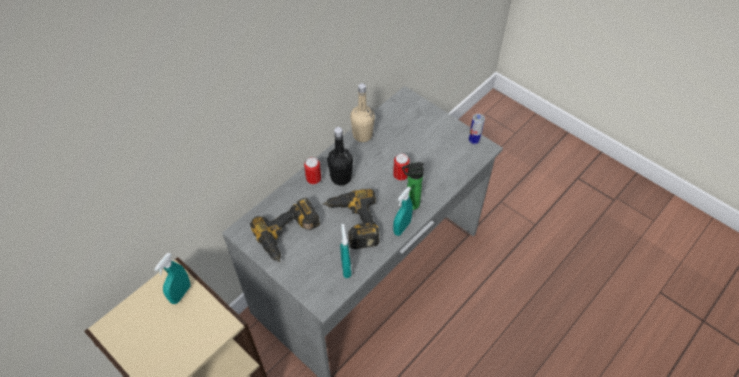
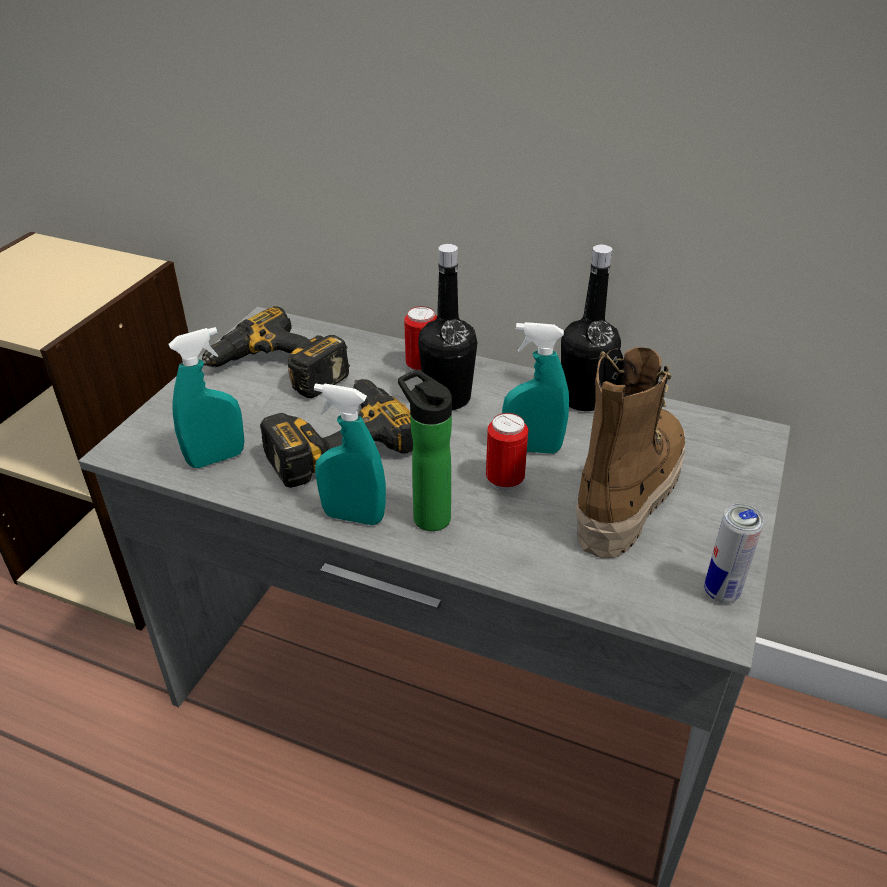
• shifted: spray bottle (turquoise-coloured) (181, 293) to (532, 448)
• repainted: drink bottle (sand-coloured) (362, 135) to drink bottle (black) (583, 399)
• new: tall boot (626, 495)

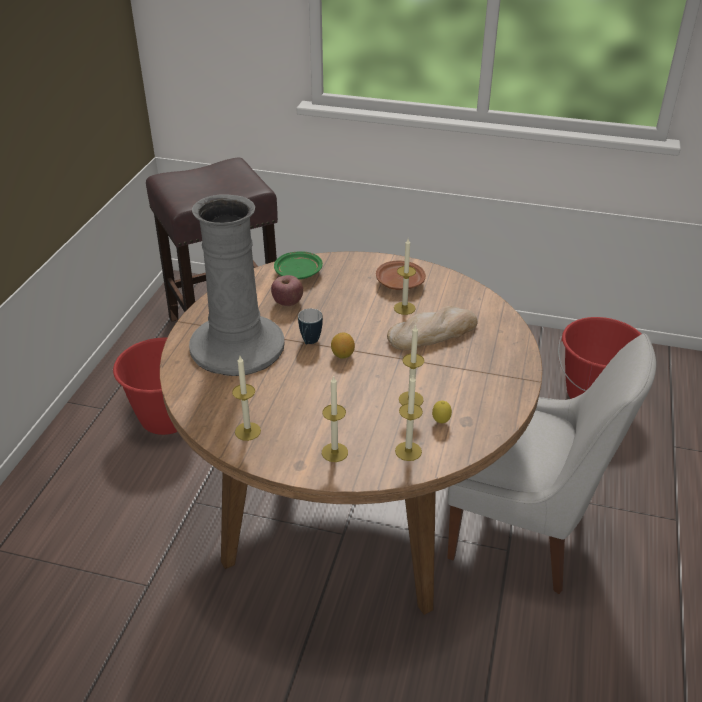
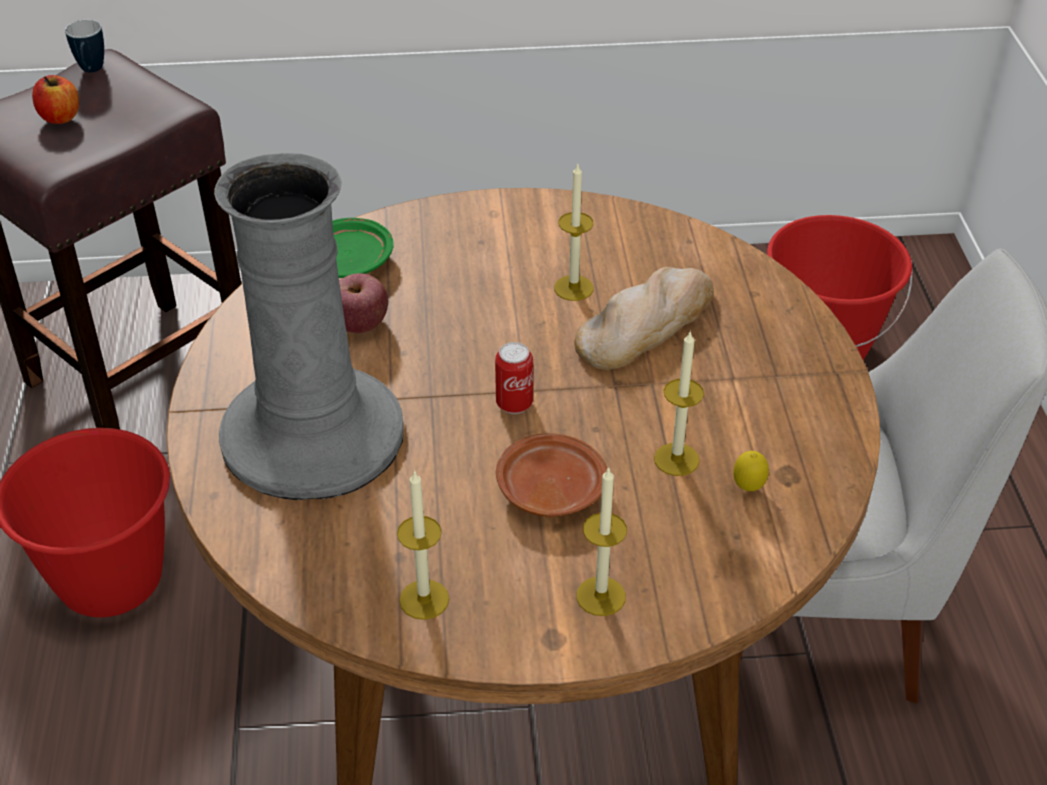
• shifted: coffee mug (309, 343) to (91, 71)
• swapped: lemon (342, 355) to can (514, 404)
• shifted: plate (brown) (399, 283) to (549, 489)
• gone: wax light (408, 451)
• new: apple (60, 117)

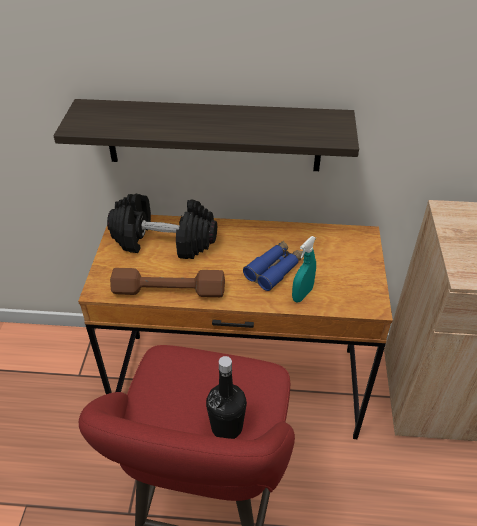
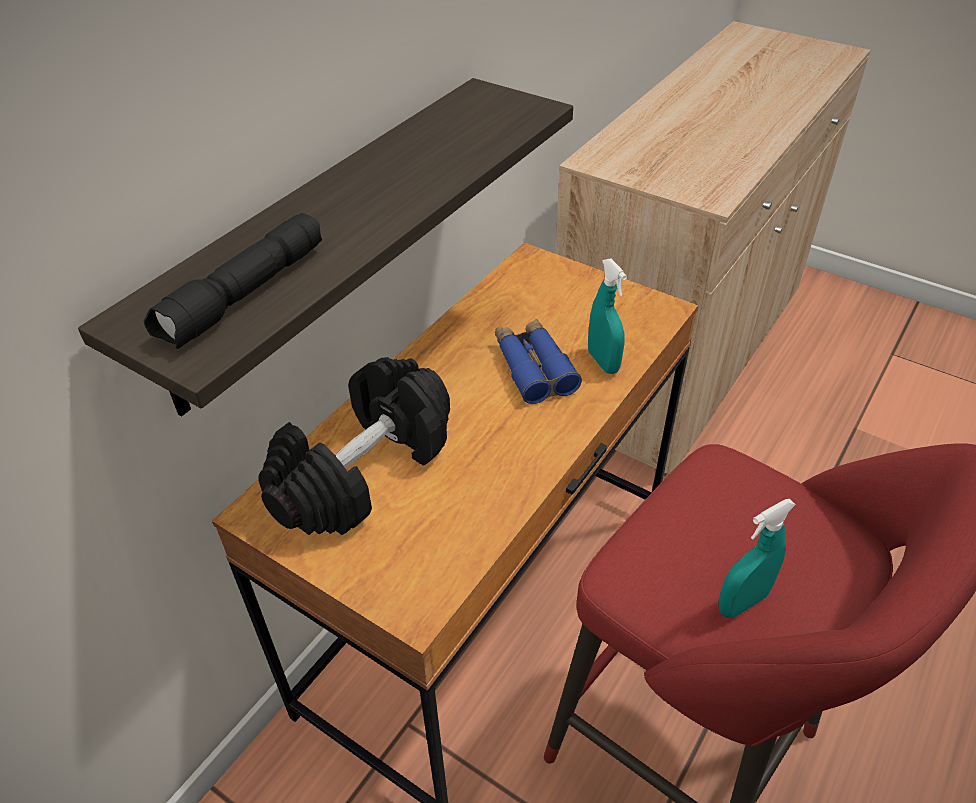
• gone: dumbbell (brown) (169, 291)
• gone: drink bottle (black) (227, 427)
• new: hand torch (black) (245, 296)
• new: spray bottle (turquoise-coloured) (742, 602)

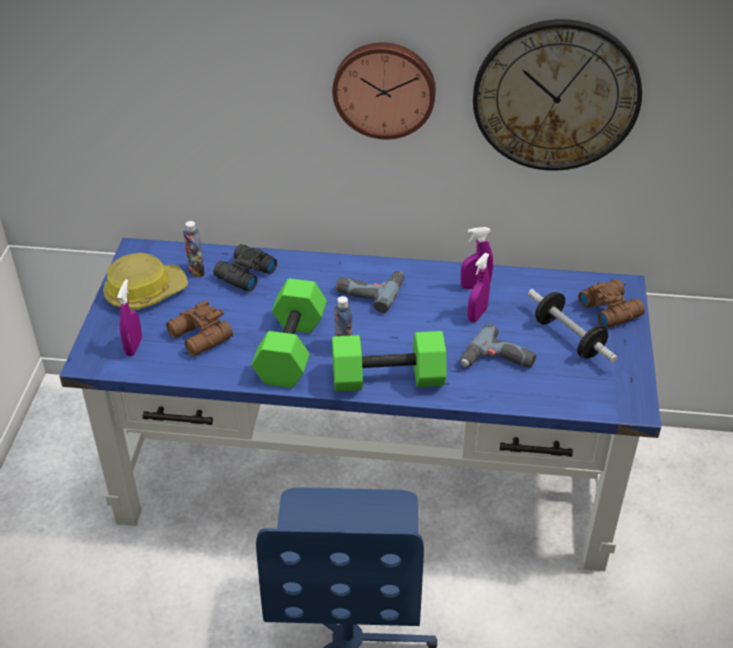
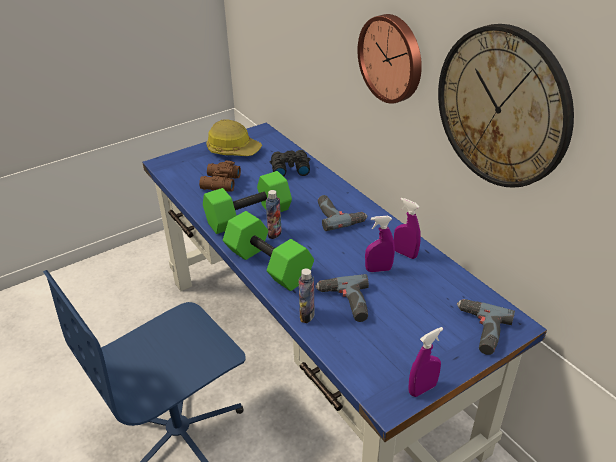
• shifted: spray bottle (purple) (134, 347) to (422, 389)
• shifted: drink bottle (196, 271) to (307, 315)
• gone: dumbbell (568, 338)
• swapped: pair of binoculars (brown) (610, 309) to electric drill (479, 330)

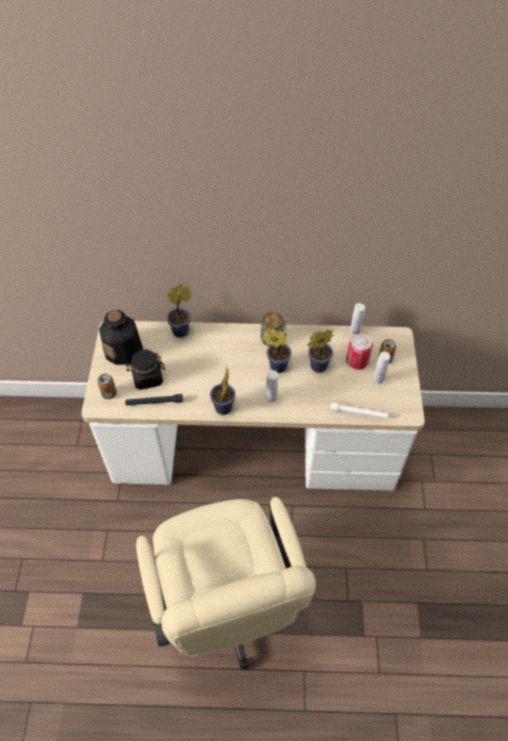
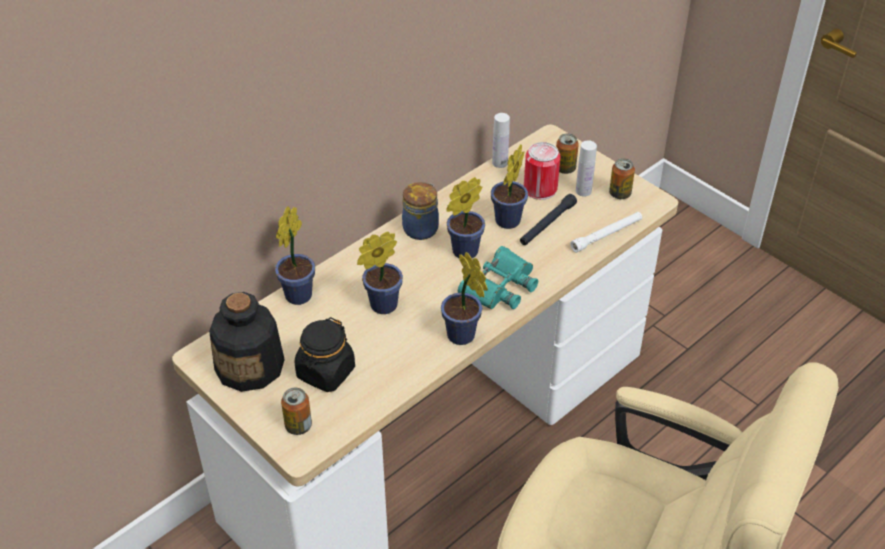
• shifted: hand torch (black) (154, 402) to (547, 224)
• swapped: drink bottle (white) (271, 397) to pair of binoculars (turquoise-coloured) (499, 286)
• new: potted plant (380, 306)
• new: can (619, 194)

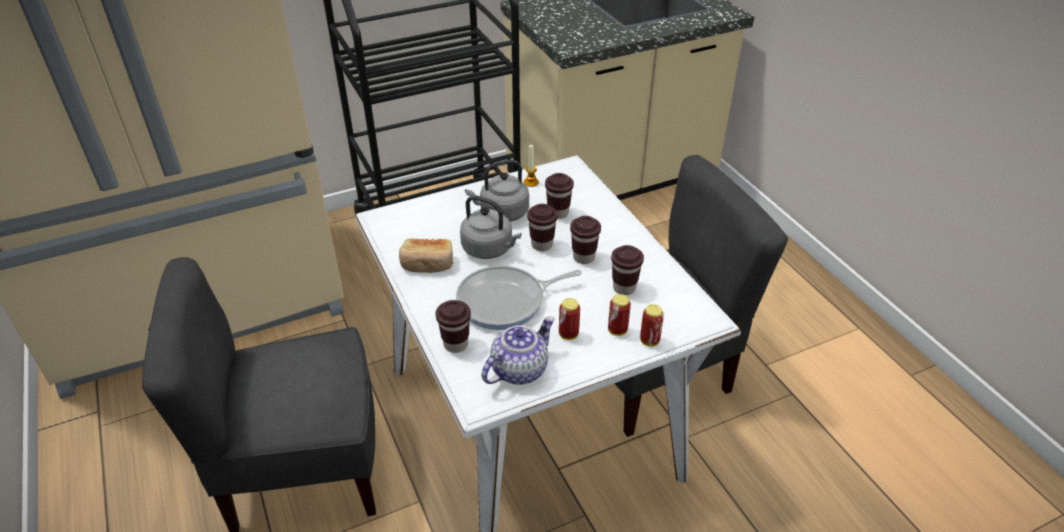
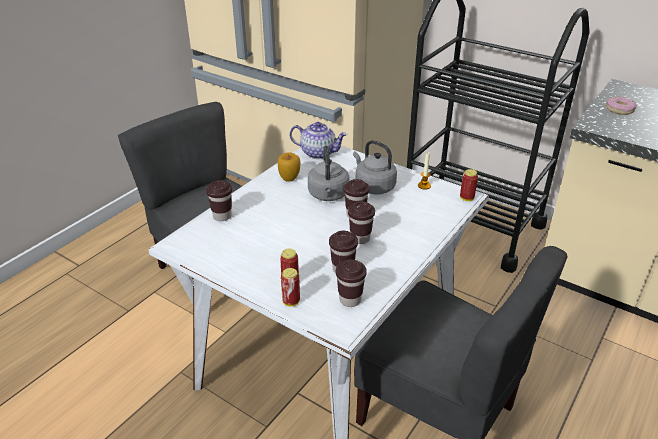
• swapped: bread (427, 264) to apple (289, 178)
• gone: pan (506, 302)
• shifted: pot for tea (519, 369) to (318, 153)
• shifted: drinking cup (brown) (558, 213) to (350, 300)
• shifted: can (568, 334) to (466, 198)
• new: donut (619, 110)

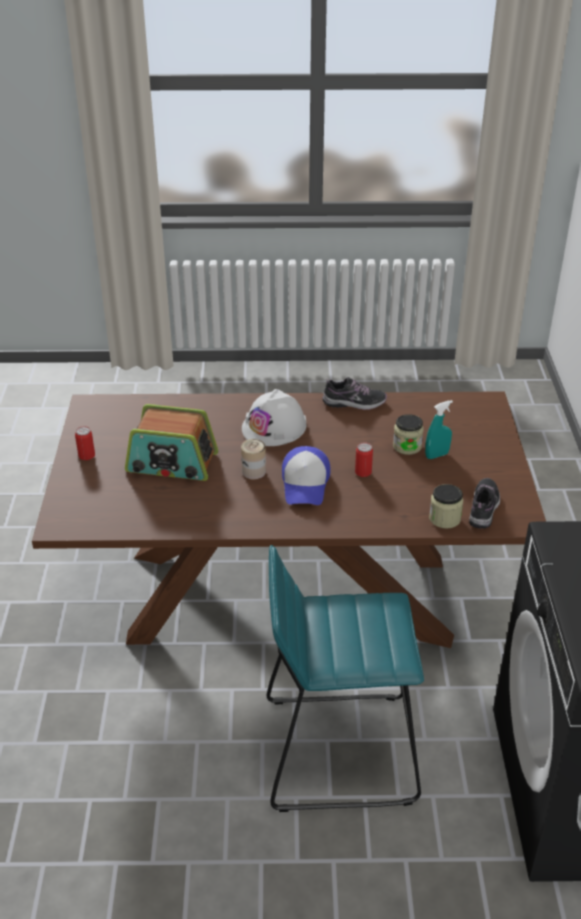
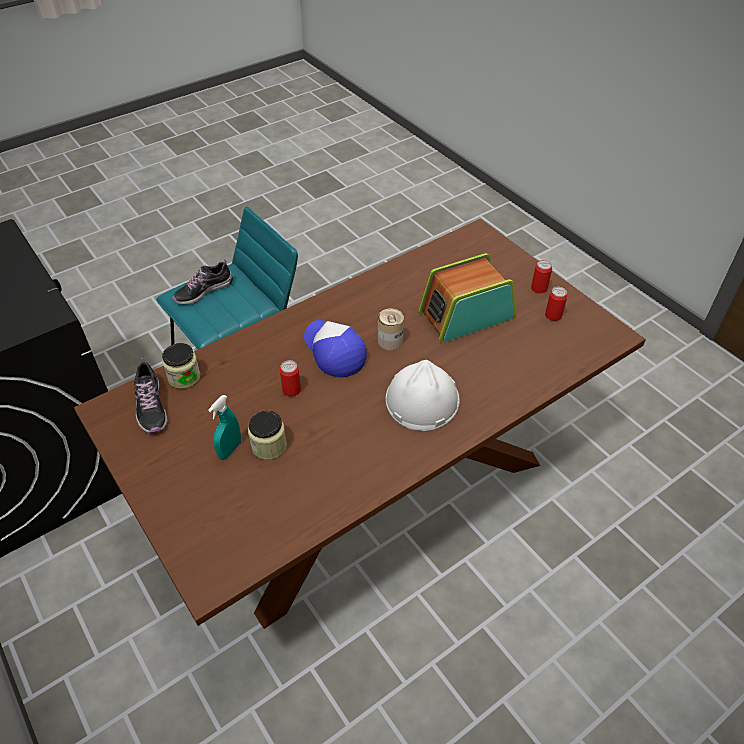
• shifted: shoe (354, 403) to (203, 291)
• new: can (553, 315)

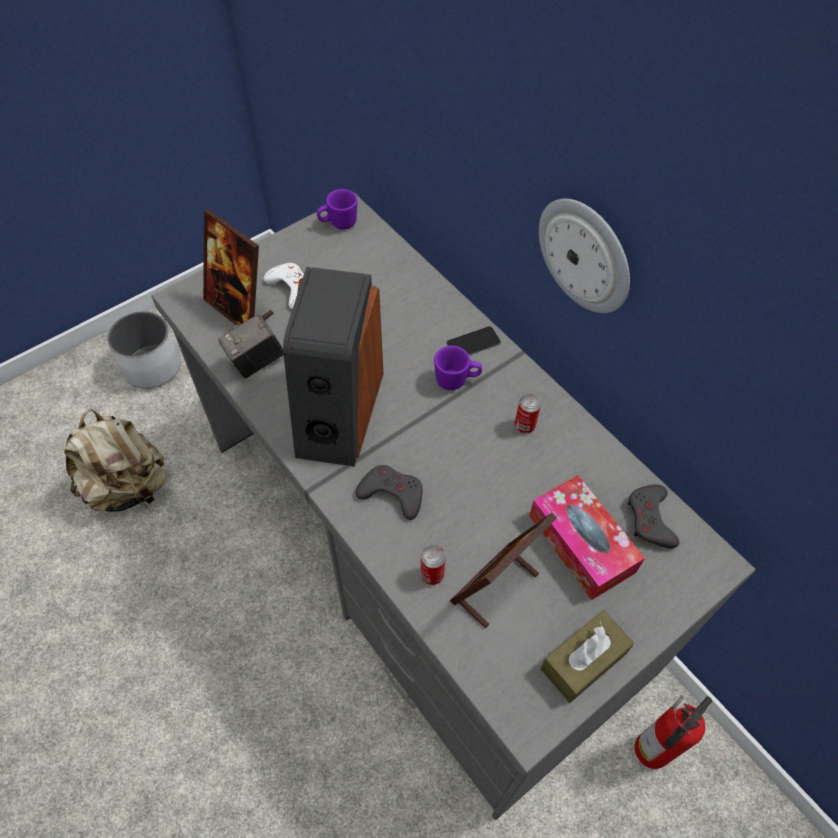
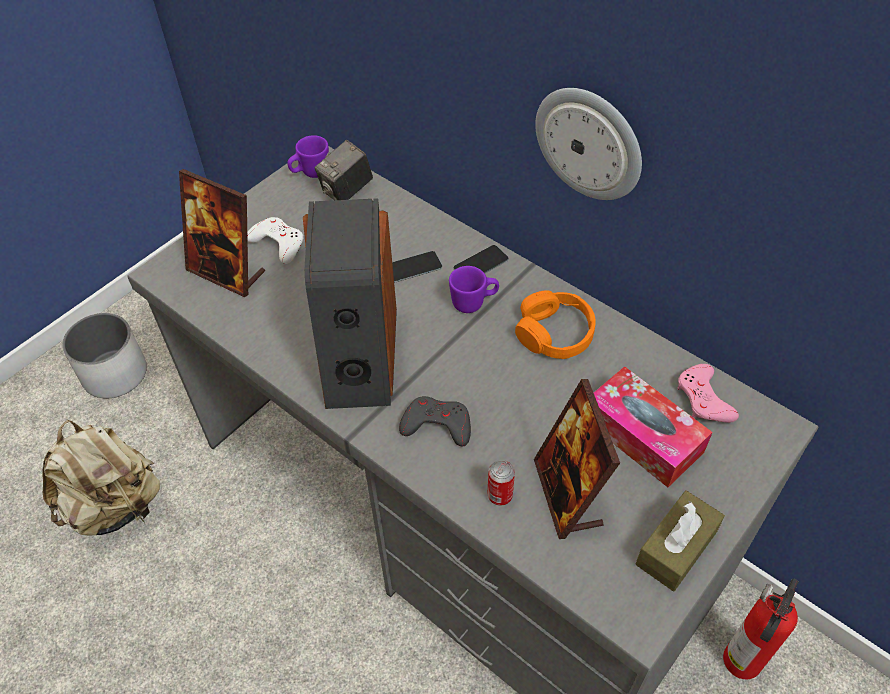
• shifted: still camera (256, 362) to (347, 191)
• rotated: picture frame (495, 586) = (567, 494) 45 degrees counterclockwise
• swapped: can (525, 425) to headset (orange-coloured) (554, 333)
• repainted: gamepad (gray) (650, 519) to gamepad (pink) (704, 399)
• new: telephone (413, 267)

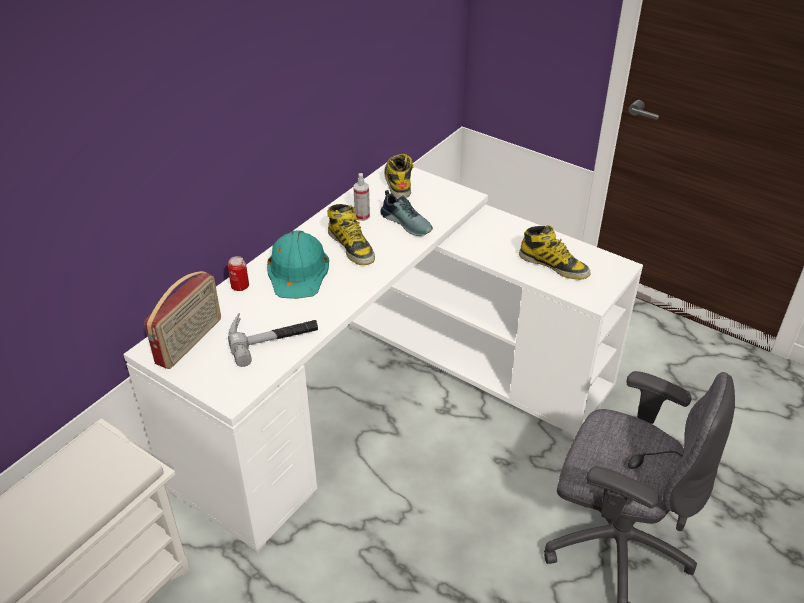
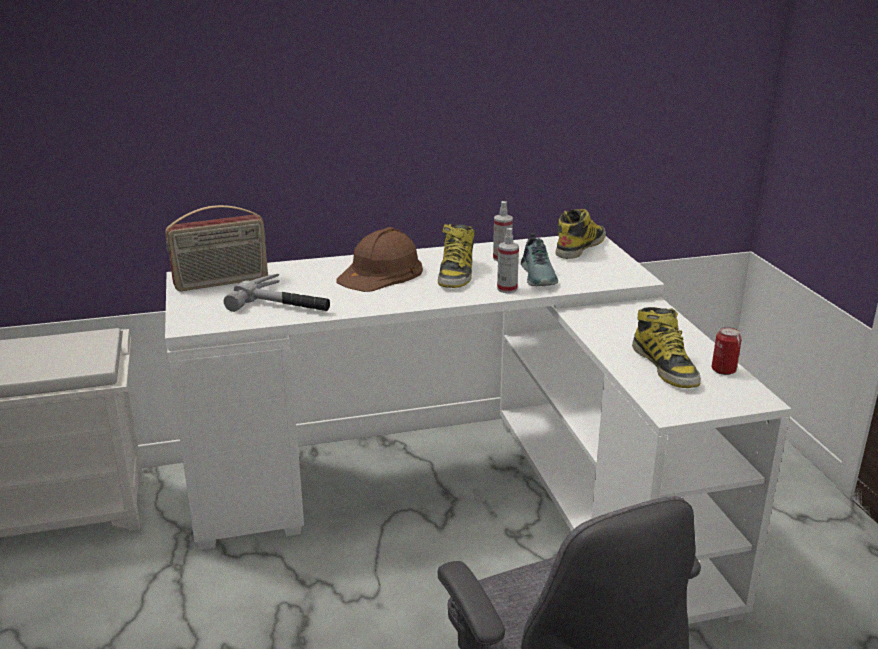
• shifted: can (240, 286) to (723, 370)
• repainted: work helmet (turquoise-coloured) (298, 270) to work helmet (brown) (381, 272)
• new: spray bottle (507, 289)

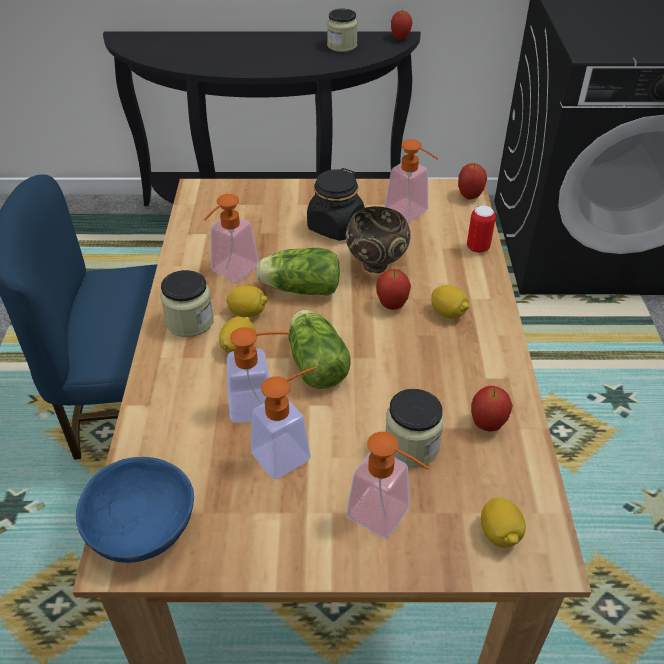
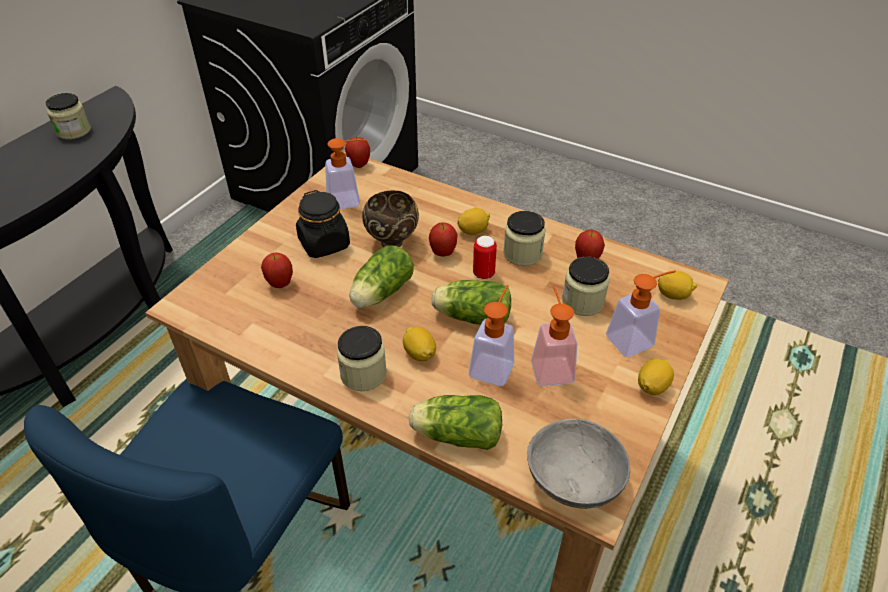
• repainted: bowl (bluish) (140, 527) to bowl (gray) (574, 480)
• gone: liquid soap bottle (230, 273)
• shifted: lemon (248, 312) to (652, 386)
• shifted: apple (400, 38) to (280, 284)
• shifted: can (478, 248) to (483, 274)
• new: head of lettuce (454, 434)
• new: storage jar (522, 254)

